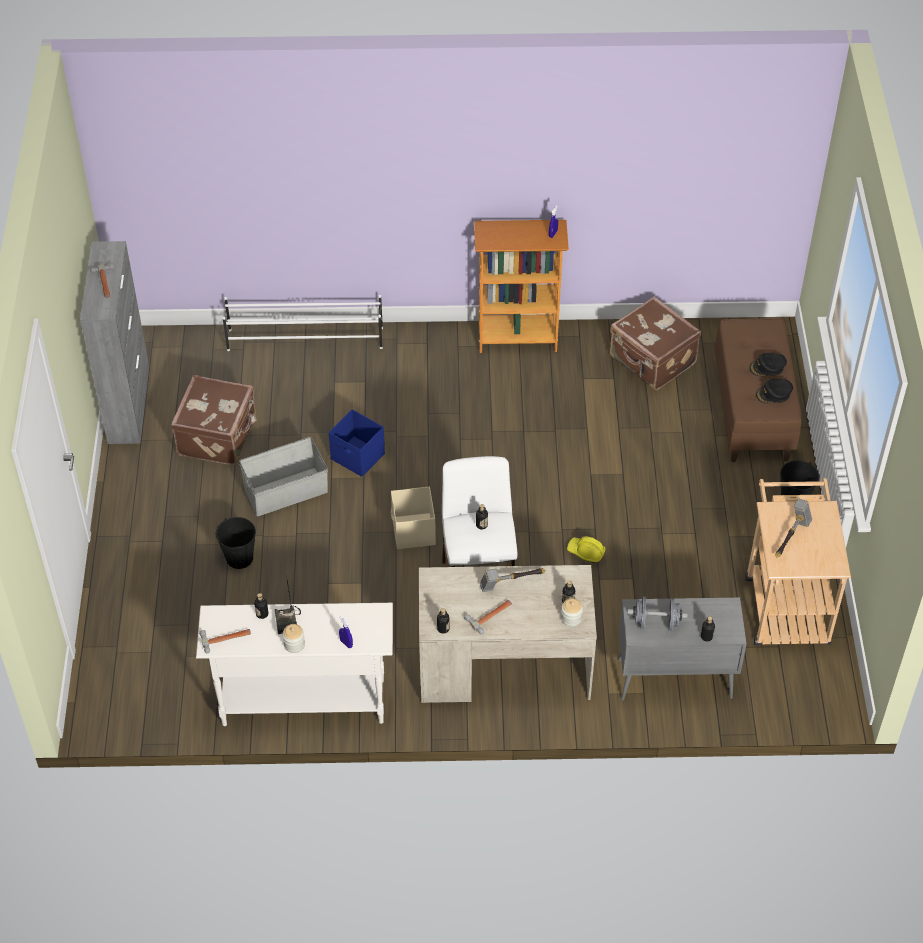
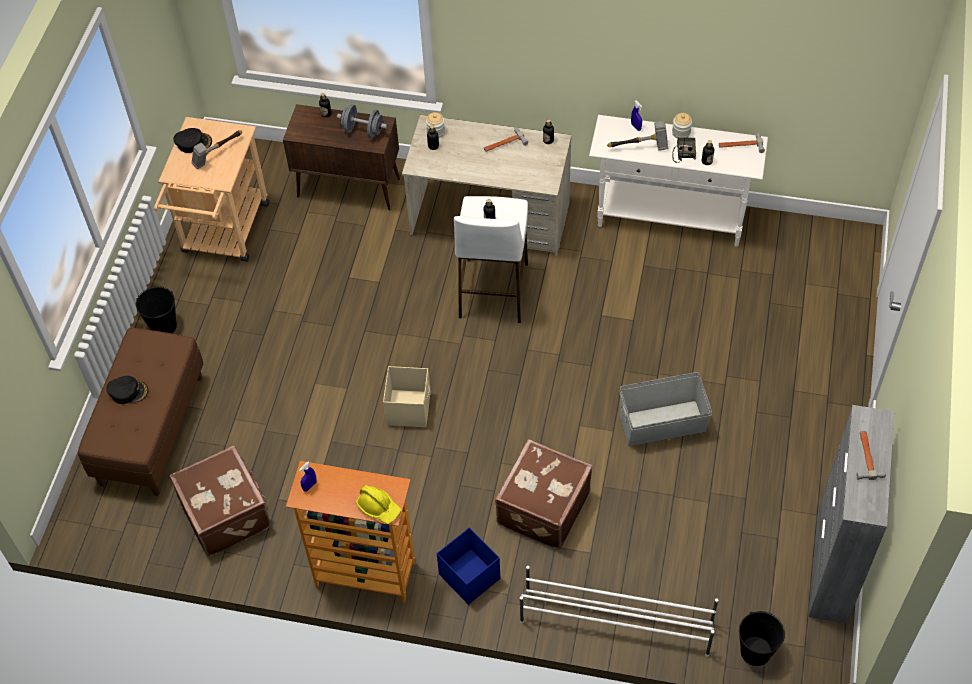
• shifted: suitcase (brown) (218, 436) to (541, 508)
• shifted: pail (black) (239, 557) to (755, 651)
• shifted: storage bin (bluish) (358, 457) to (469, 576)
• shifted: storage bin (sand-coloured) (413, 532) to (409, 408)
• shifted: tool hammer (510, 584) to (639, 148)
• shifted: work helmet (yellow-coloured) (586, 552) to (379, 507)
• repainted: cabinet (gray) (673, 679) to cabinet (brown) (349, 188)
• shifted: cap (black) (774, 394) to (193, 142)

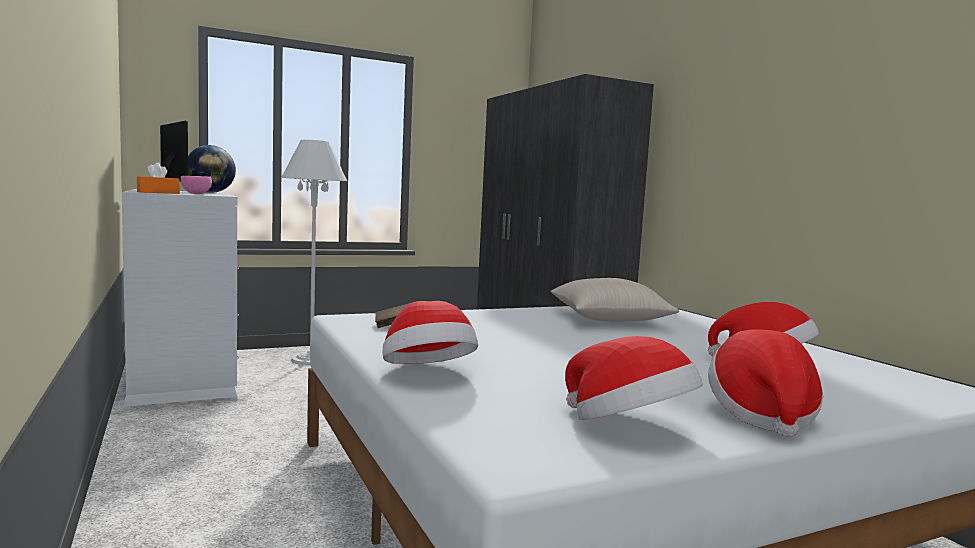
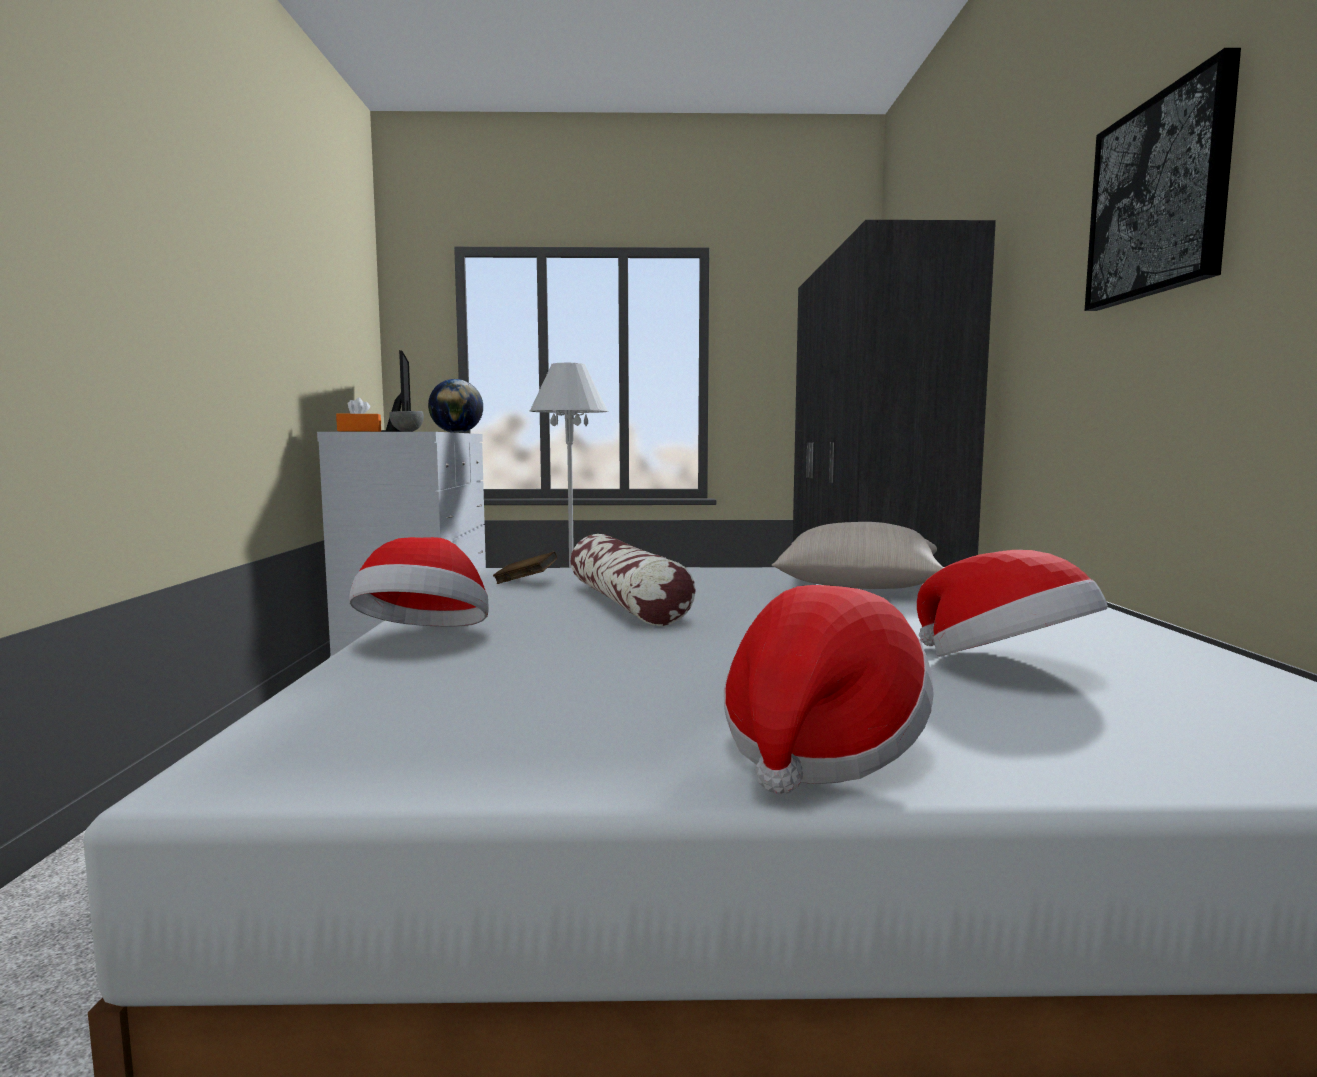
• repainted: bowl (pink) (197, 194) to bowl (gray) (407, 431)
• gone: wearable hat (629, 427)
• new: pillow (626, 603)
• new: picture (1158, 197)

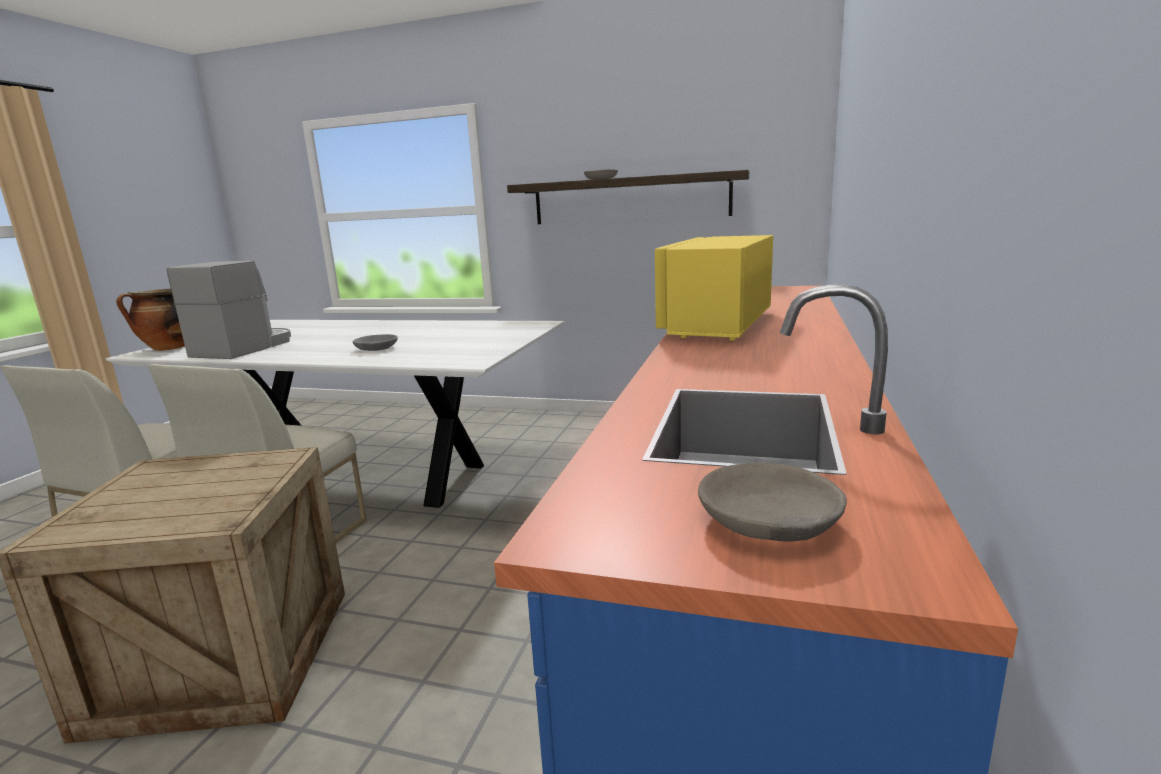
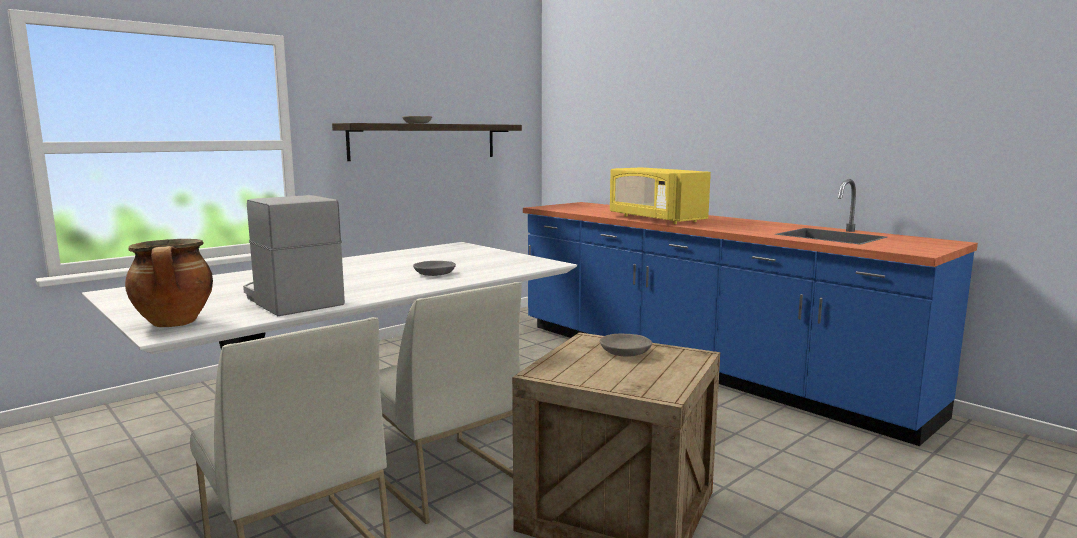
• shifted: bowl (gray) (769, 522) to (626, 352)

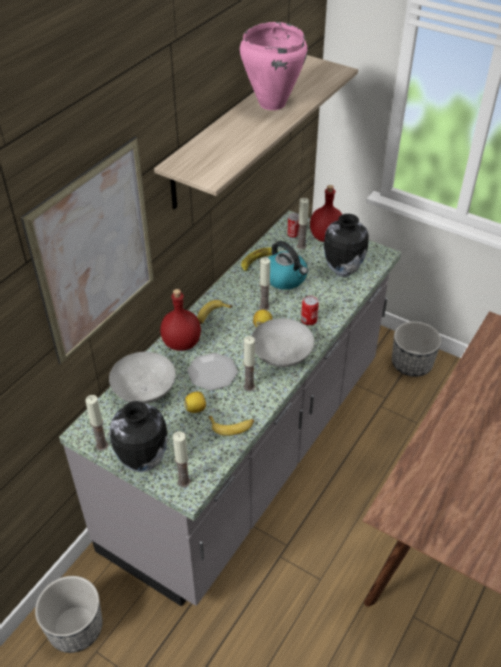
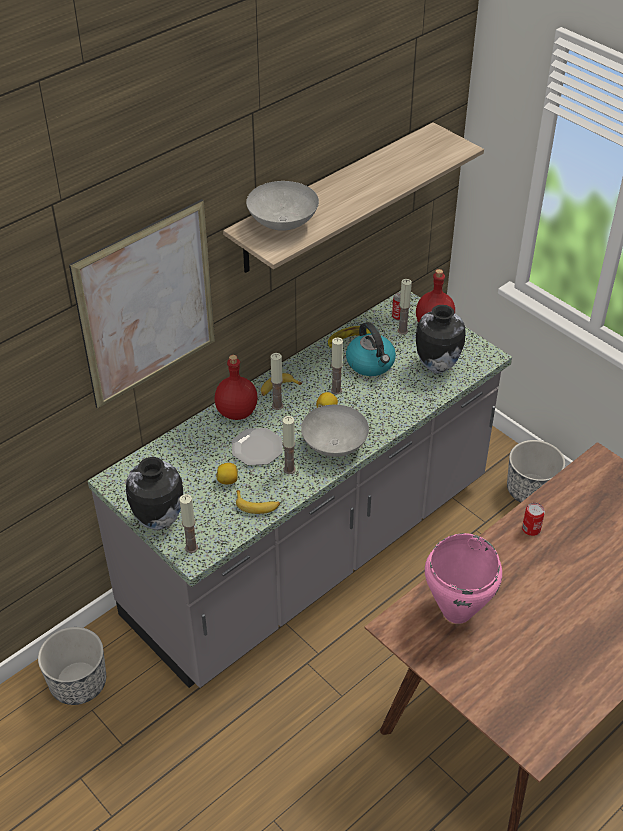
• shifted: wax light (101, 445) to (277, 406)
• shifted: bowl (gray) (144, 392) to (282, 224)
• shifted: stockpot (pink) (271, 104) to (456, 611)
• shifted: can (309, 320) to (531, 529)

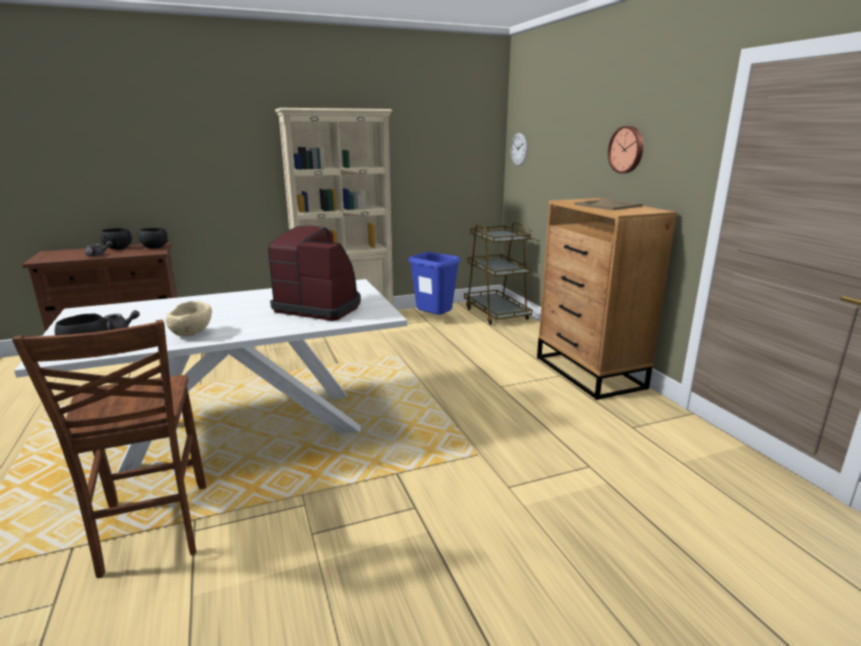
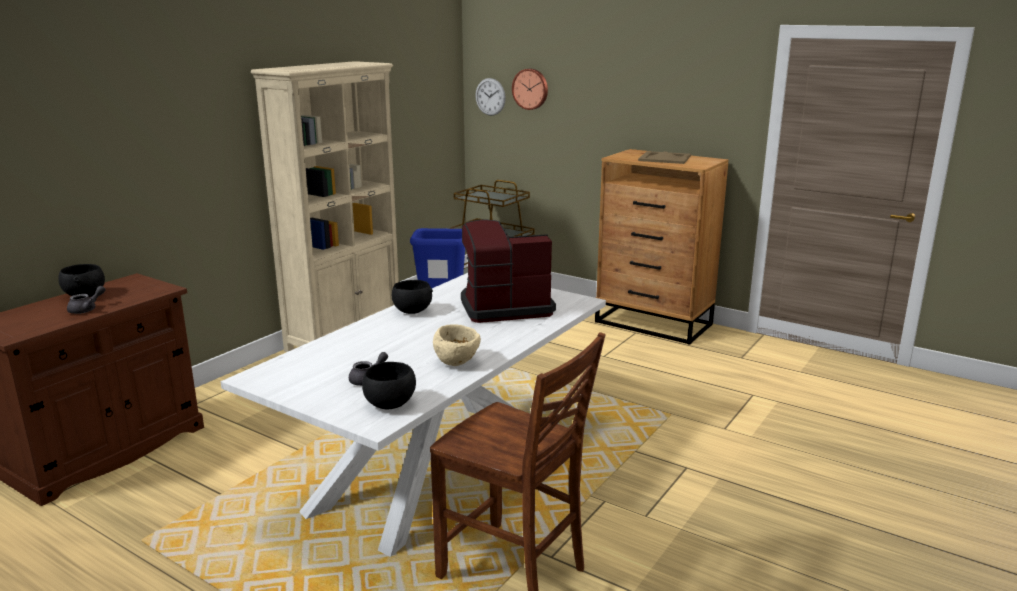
• shifted: bowl (black) (154, 247) to (411, 311)
• shifted: clock on the wall (627, 149) to (530, 89)

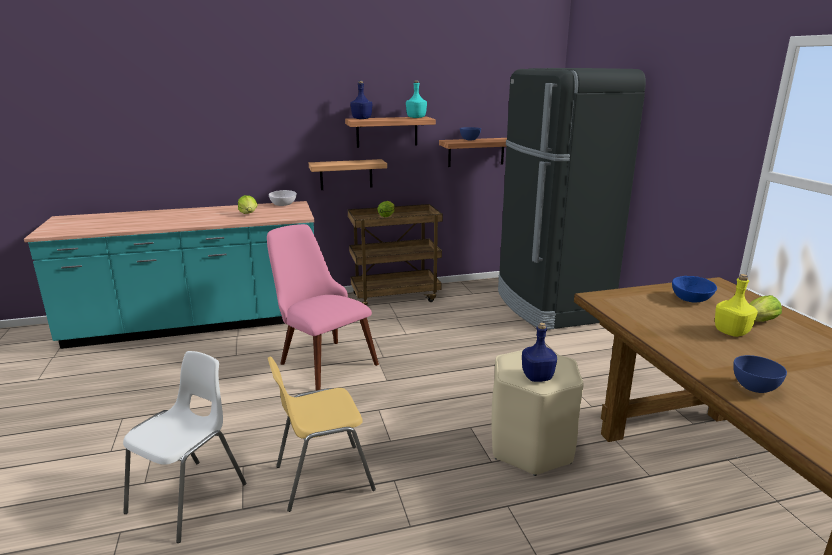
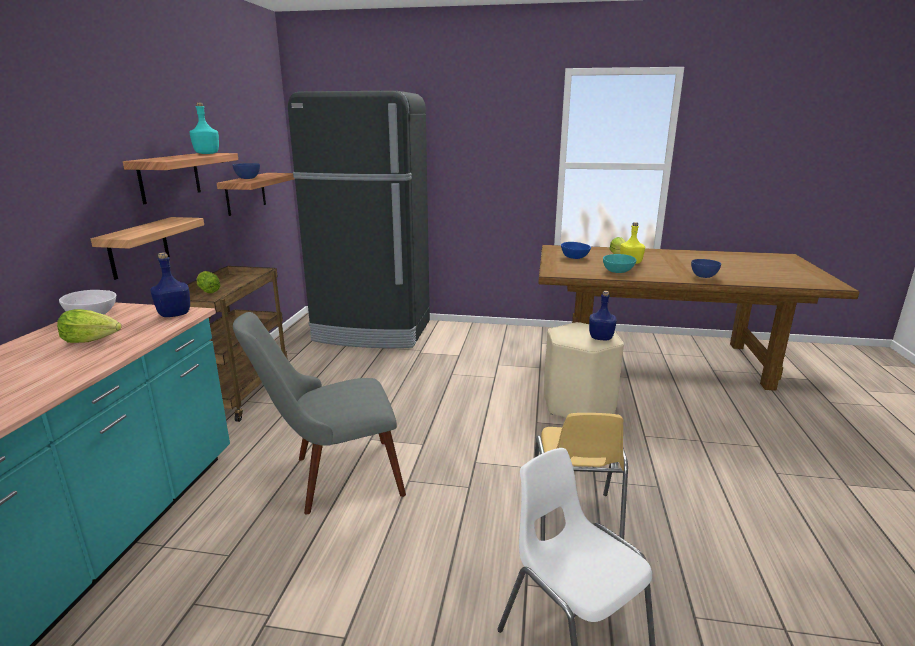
• repainted: chair (pink) (321, 360) to chair (gray) (332, 478)
• shifted: drink bottle (bluish) (362, 119) to (174, 314)
• new: bowl (turquoise-coloured) (617, 271)

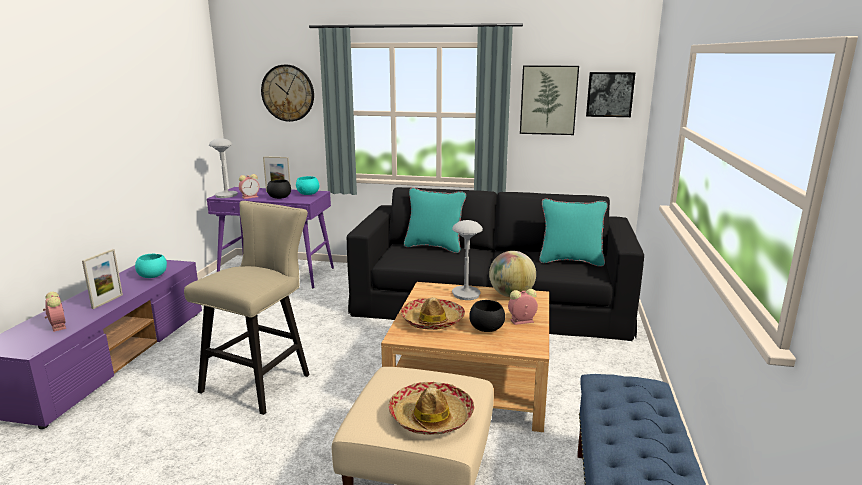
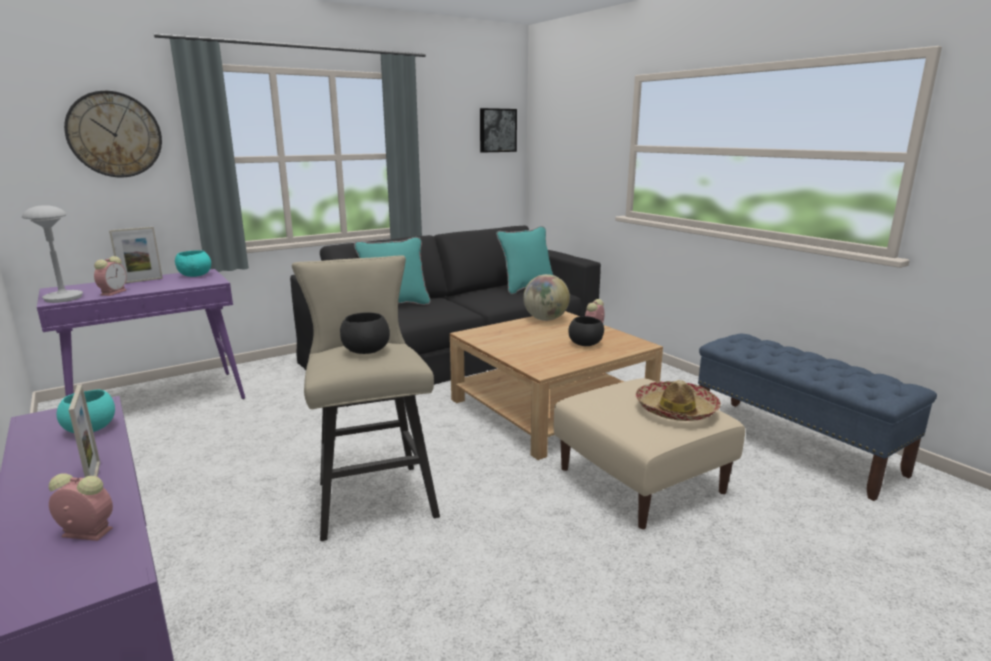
• shifted: bowl (black) (280, 197) to (366, 350)
• gone: wearable hat (432, 321)
• gone: table lamp (gray) (465, 294)
• gone: picture (548, 100)

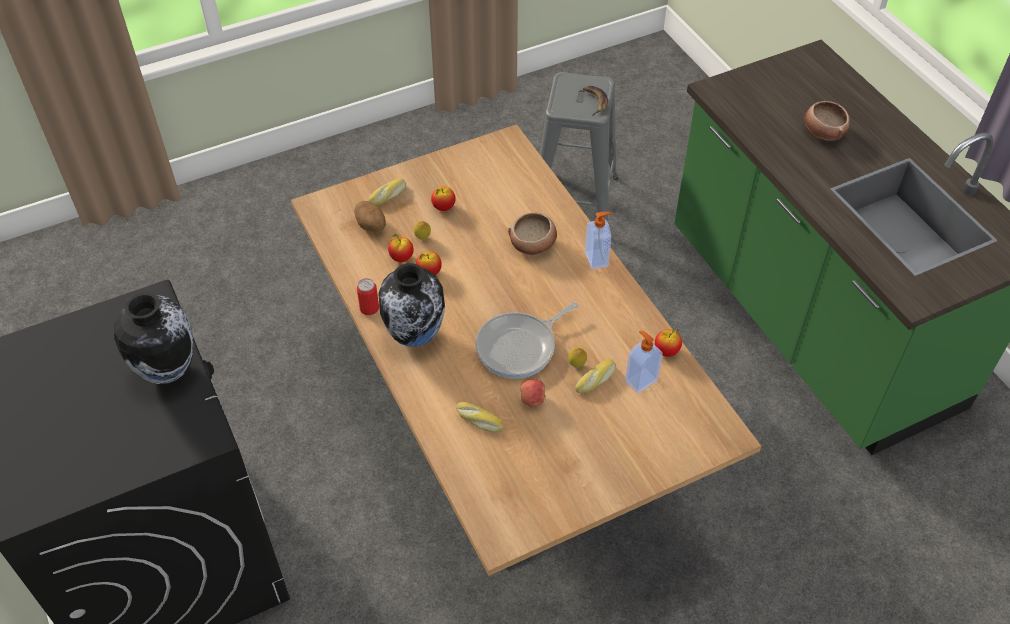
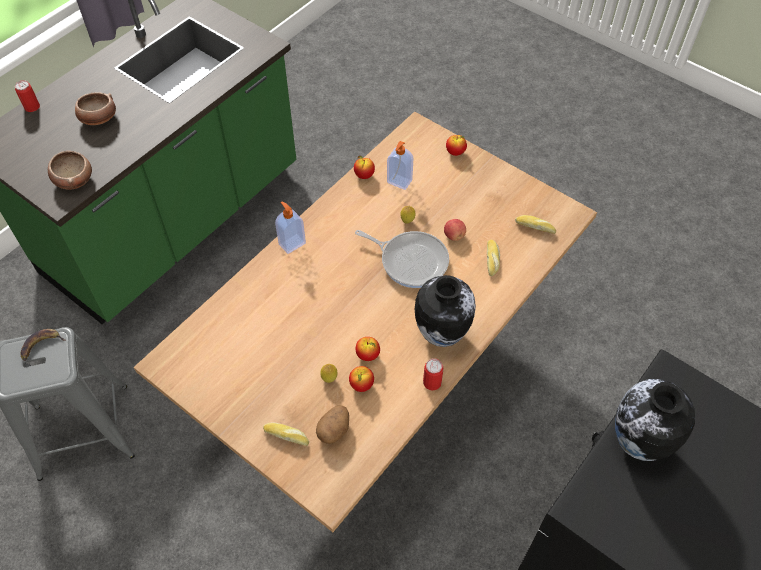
• shifted: apple (443, 207) to (455, 152)
• shifted: bowl (533, 245) to (74, 179)
• shifted: bread (596, 380) to (535, 227)
• new: can (32, 107)

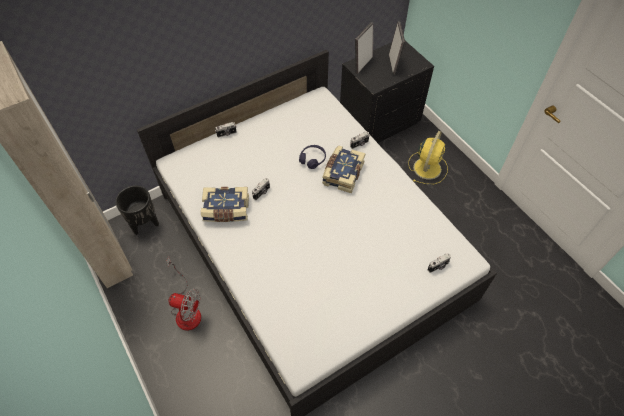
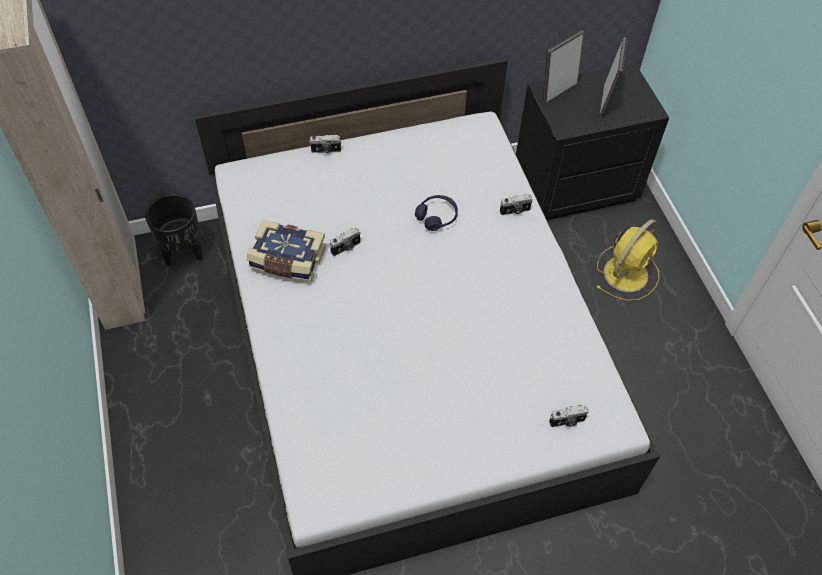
• gone: fan (186, 310)
• gone: volume (342, 173)

